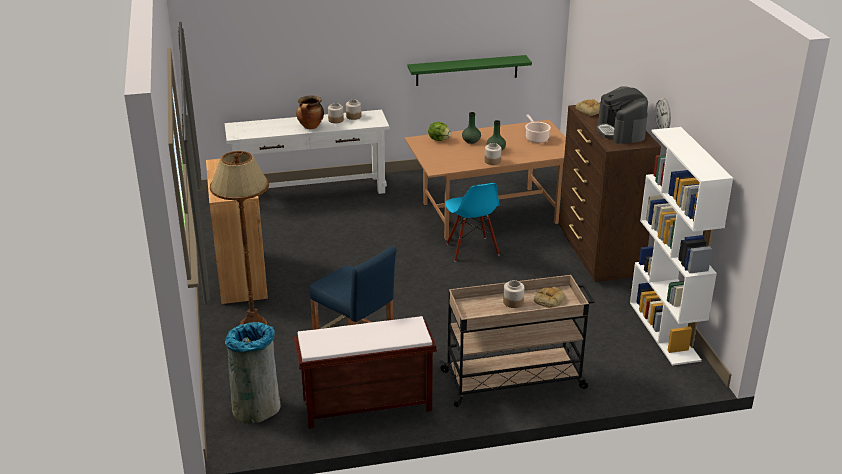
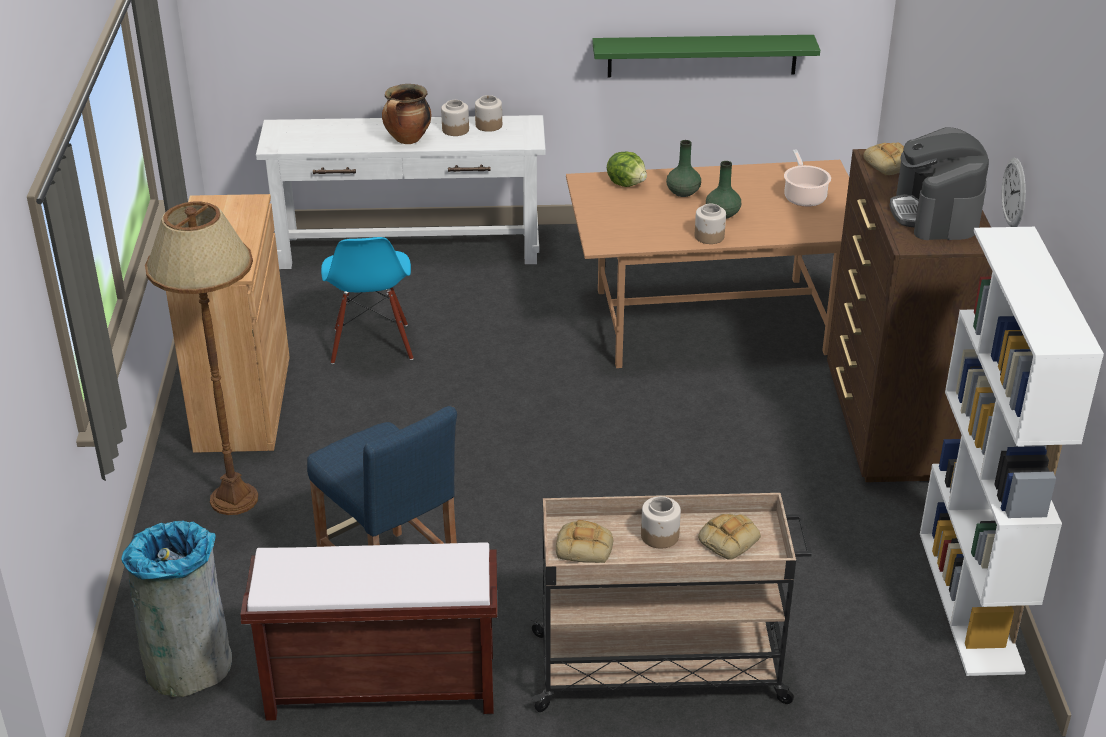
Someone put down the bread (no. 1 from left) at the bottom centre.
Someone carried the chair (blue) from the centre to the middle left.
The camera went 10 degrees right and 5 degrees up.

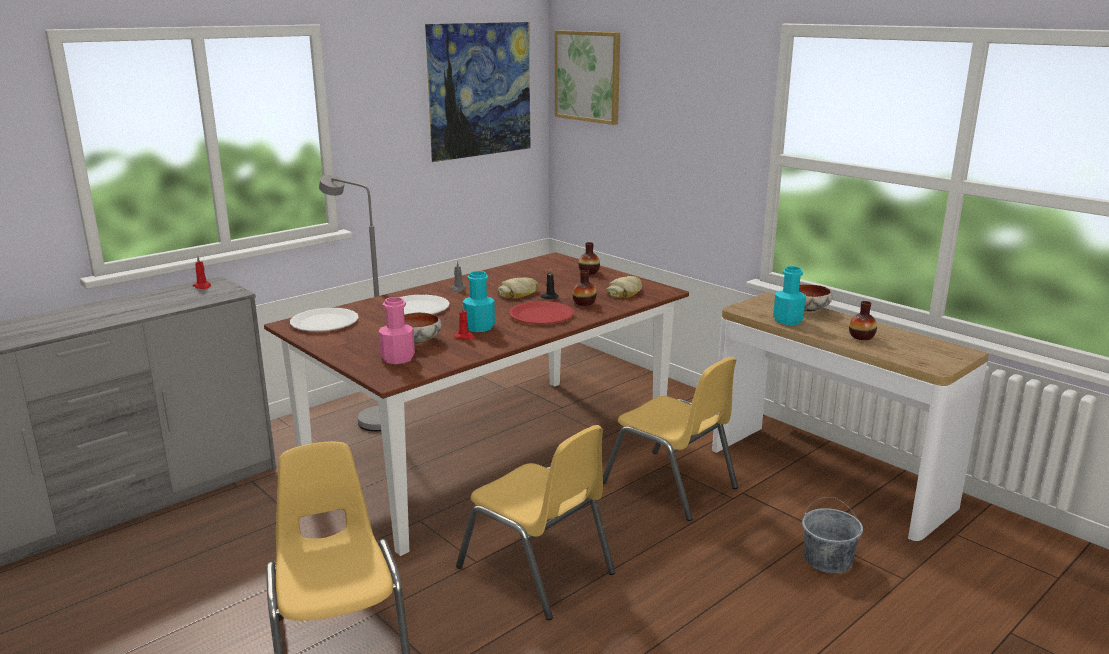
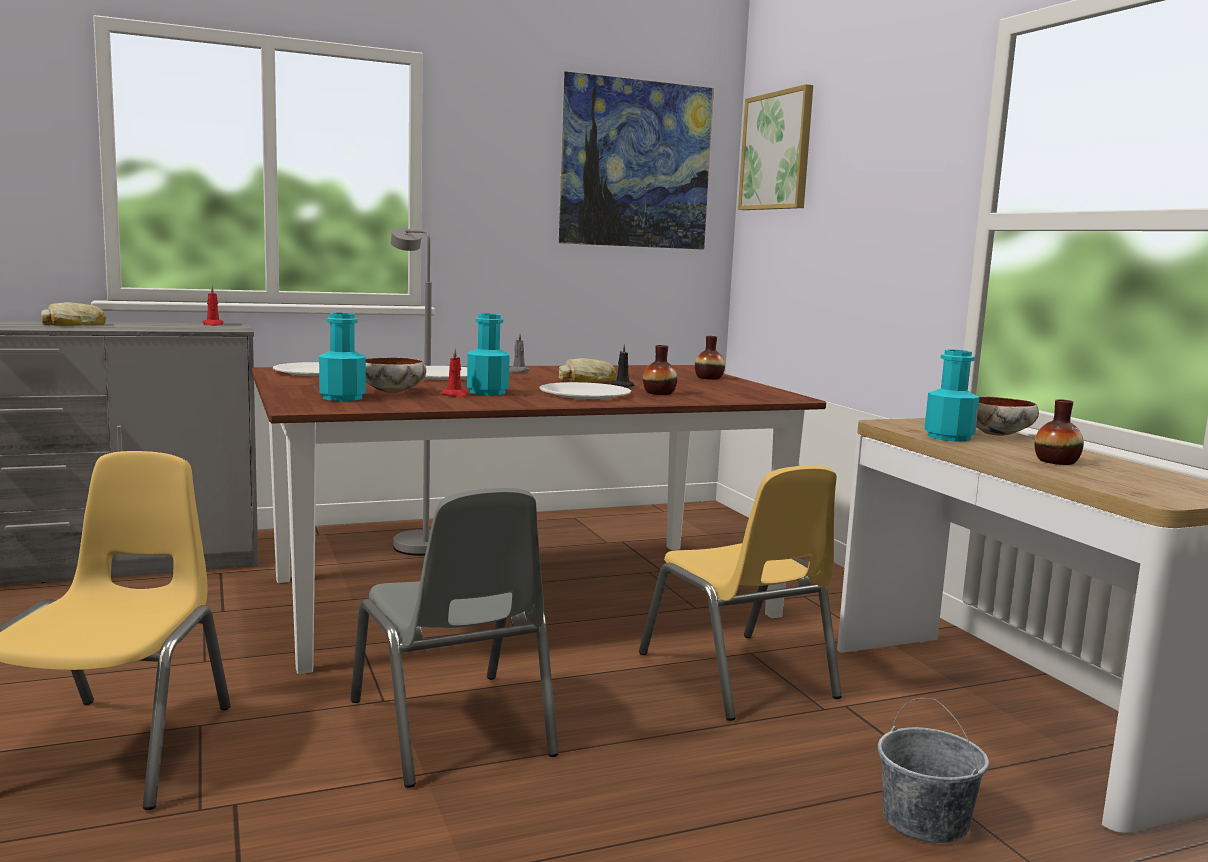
Someone carried the bread (no. 2 from left in the first image) from the centre to the middle left.
Someone repainted the bottle (pink) at the centre, which became the bottle (turquoise) (no. 1 from left) at the middle left.
Someone repainted the chair (yellow) (no. 2 from left) at the bottom centre, which became the chair (grey) at the bottom centre.
Someone repainted the plate (red) at the centre, which became the plate (white) (no. 3 from left) at the centre.
The camera went 20 degrees right and 10 degrees down.

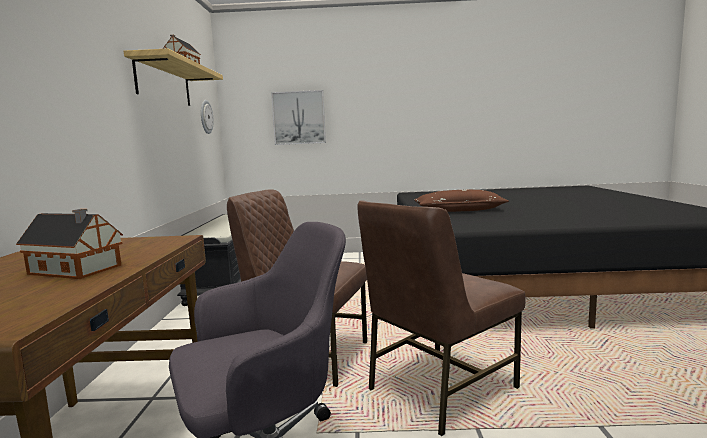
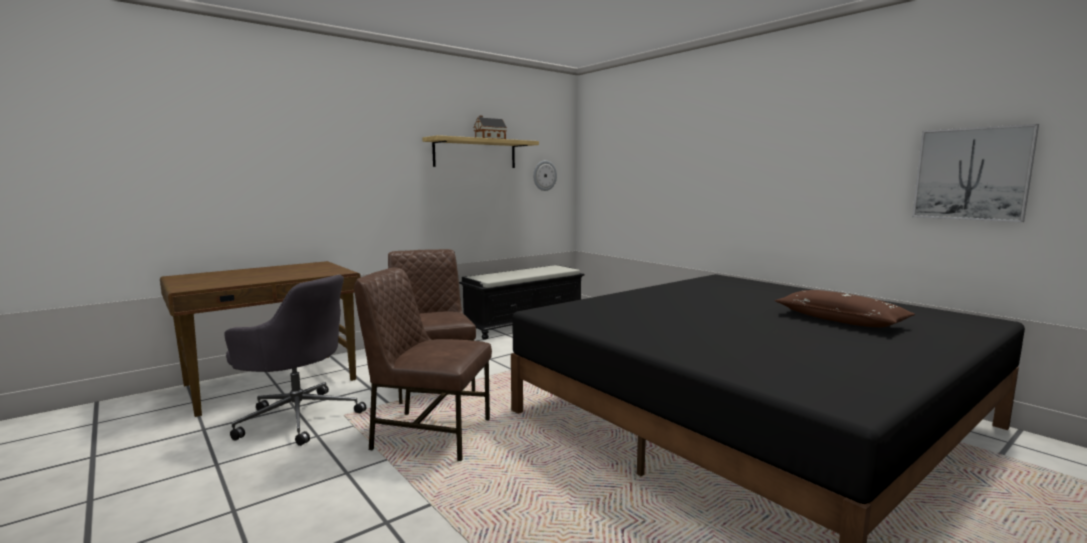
Someone took away the toy house (no. 1 from left) at the middle left.
Someone carried the picture from the top centre to the top right.
Someone carried the pillow (brown) from the centre to the middle right.
The camera went 50 degrees right and 0 degrees up.

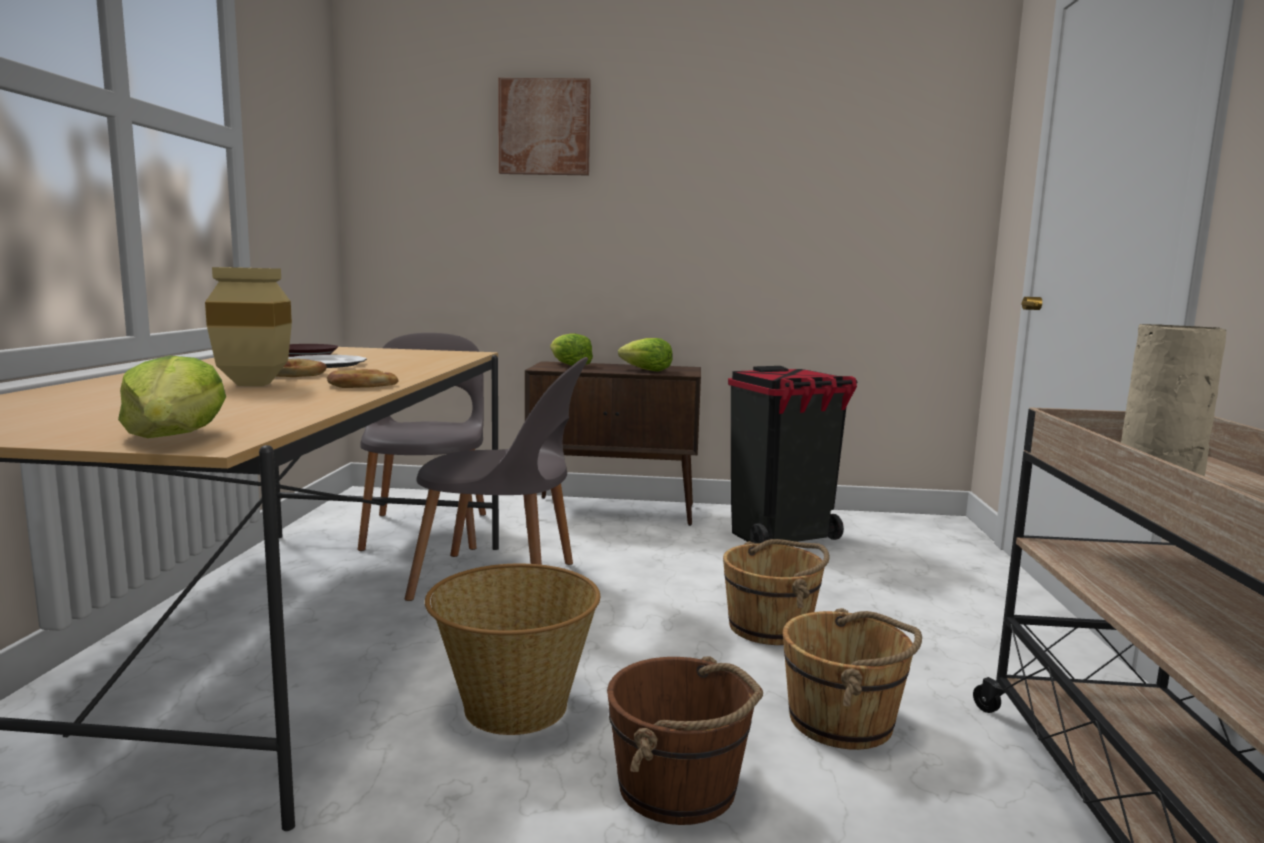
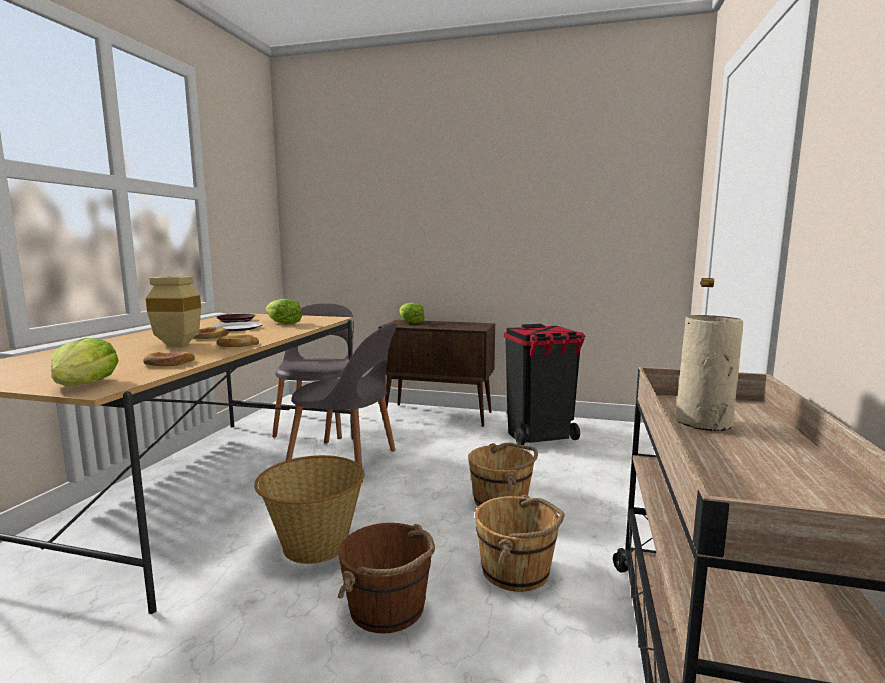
Someone took away the picture at the top centre.
Someone put down the bread (no. 1 from left) at the middle left.
Someone carried the lettuce (no. 3 from left in the first image) from the centre to the middle left.
The camera went 10 degrees right and 0 degrees up.

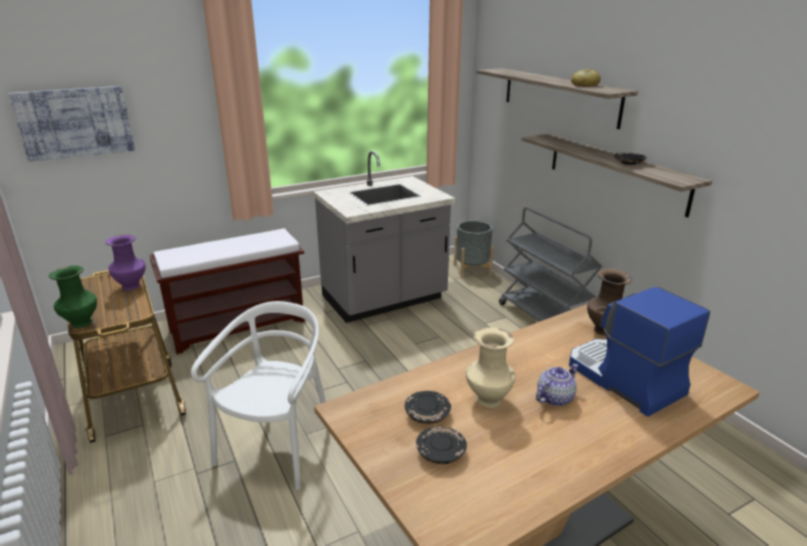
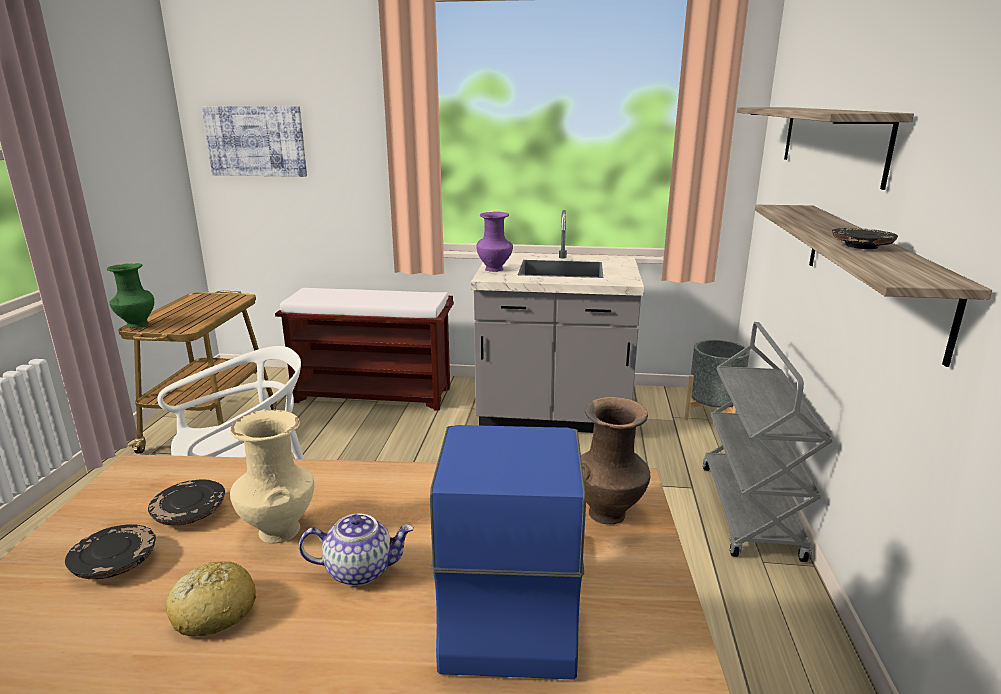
Someone carried the vase (purple) from the middle left to the centre.
Someone carried the bread from the top right to the bottom left.
The camera went 35 degrees right and 5 degrees down.

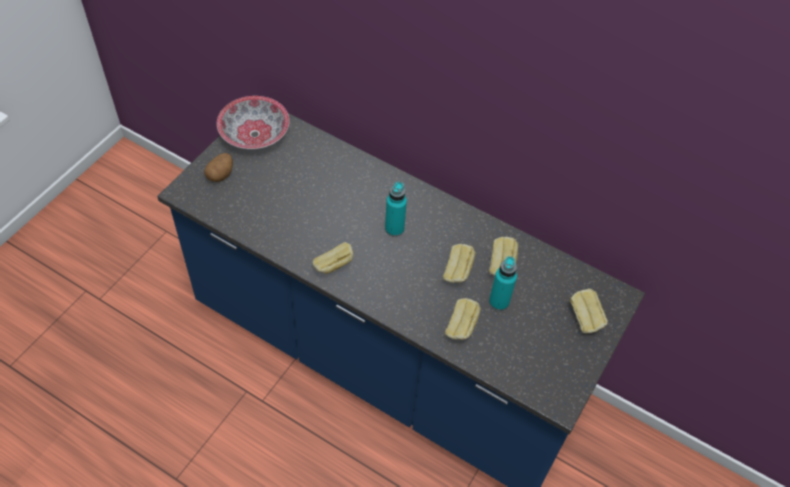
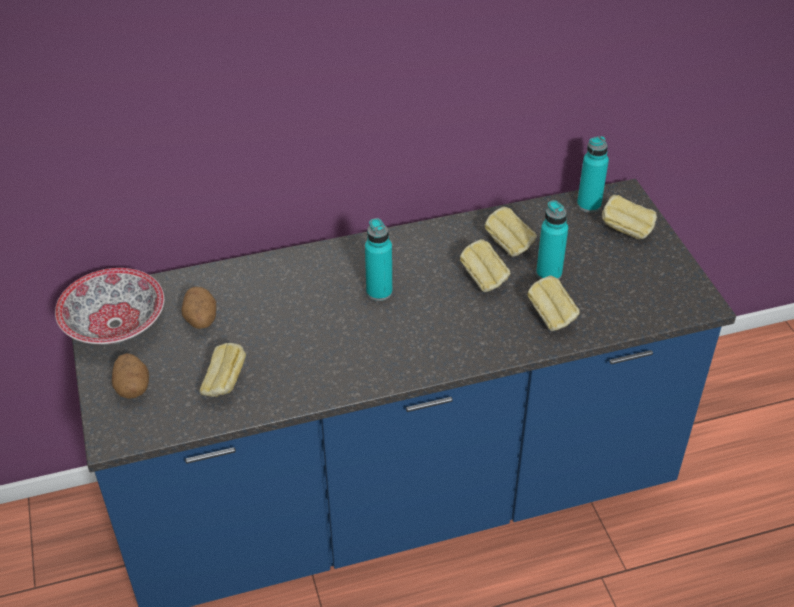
Someone put down the potato (no. 2 from left) at the middle left.
Someone put down the bottle (turquoise) (no. 3 from left) at the top right.
Someone carried the bread (no. 1 from left) from the centre to the middle left.
The camera went 45 degrees left and 10 degrees down.

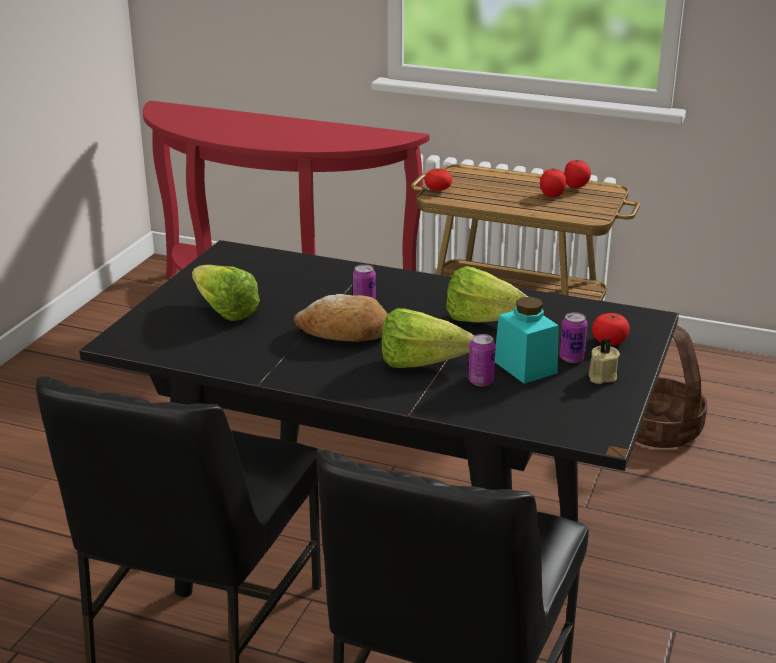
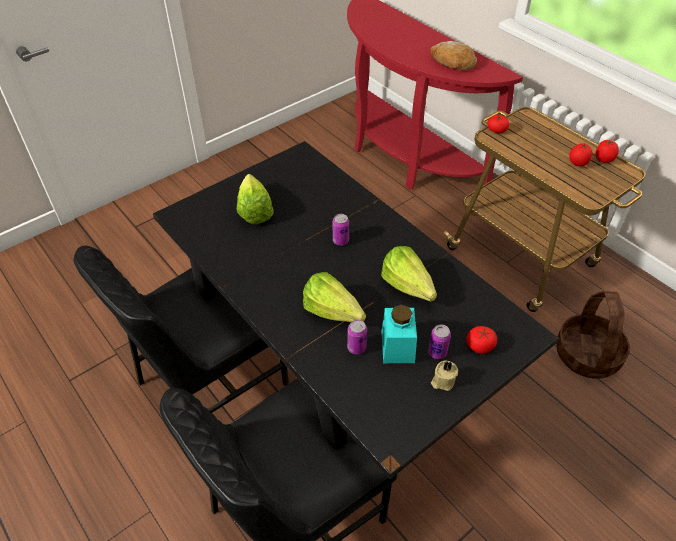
Someone carried the bread from the centre to the top right.
The camera went 30 degrees right and 20 degrees up.

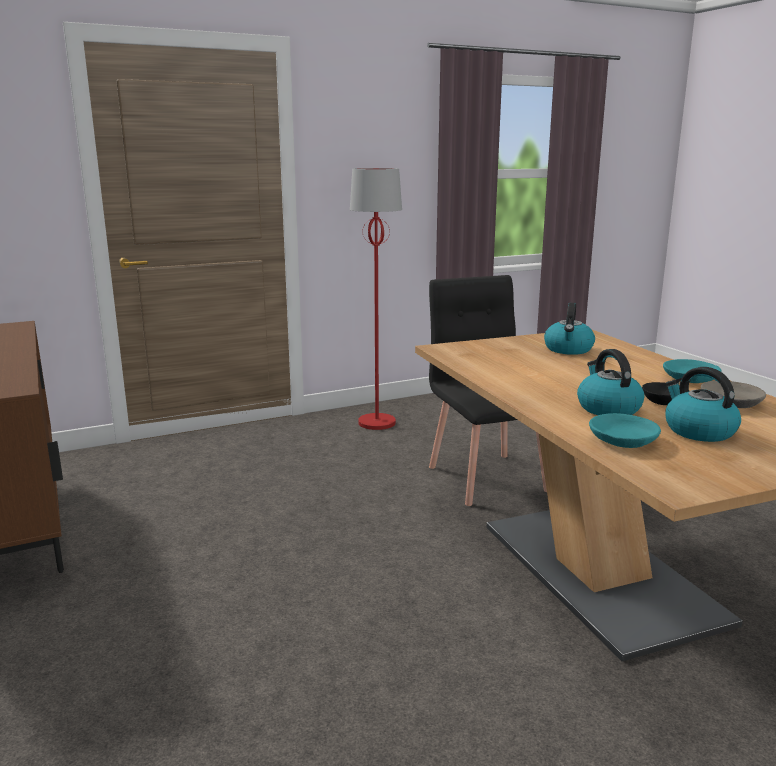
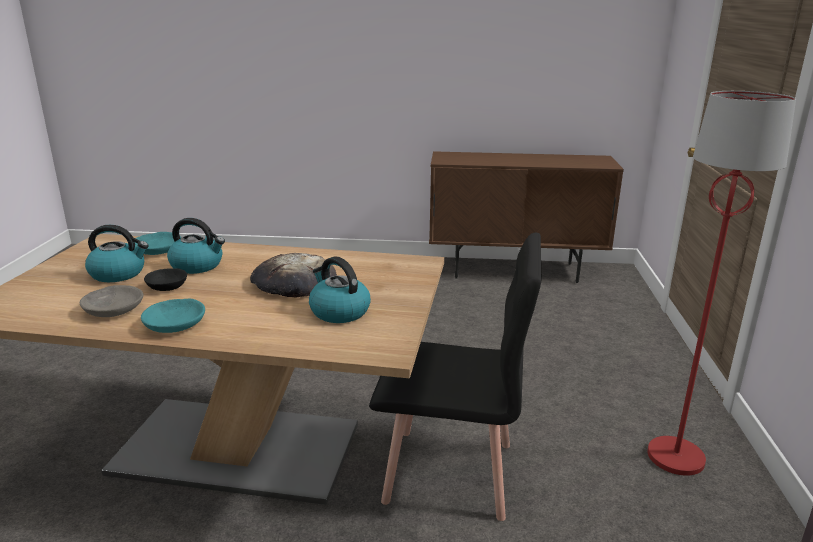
Someone put down the bread at the centre.
The camera went 120 degrees right and 5 degrees up.

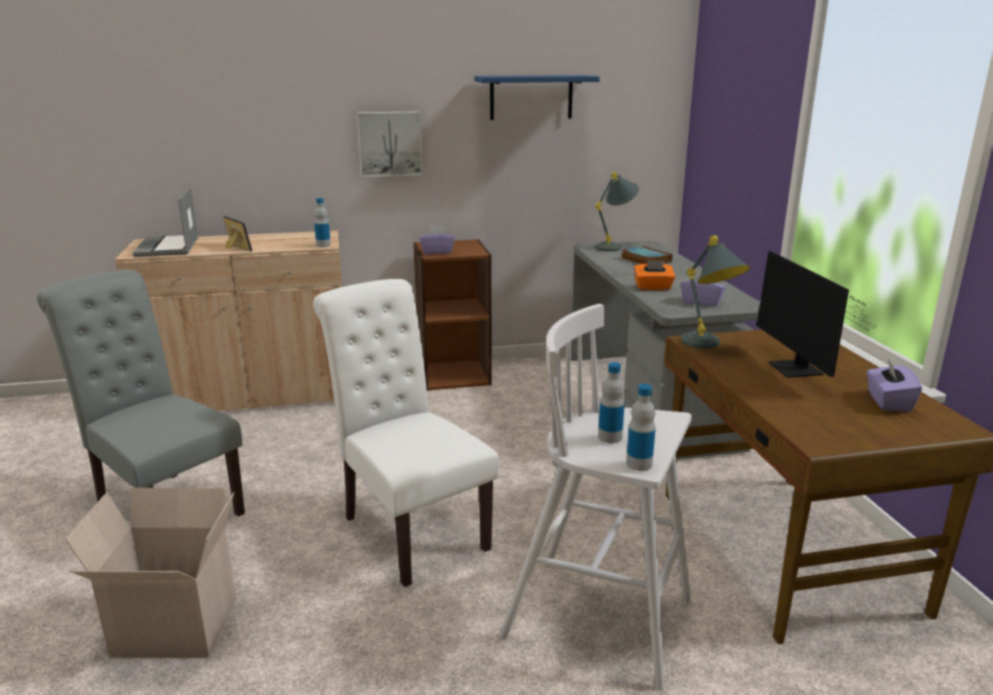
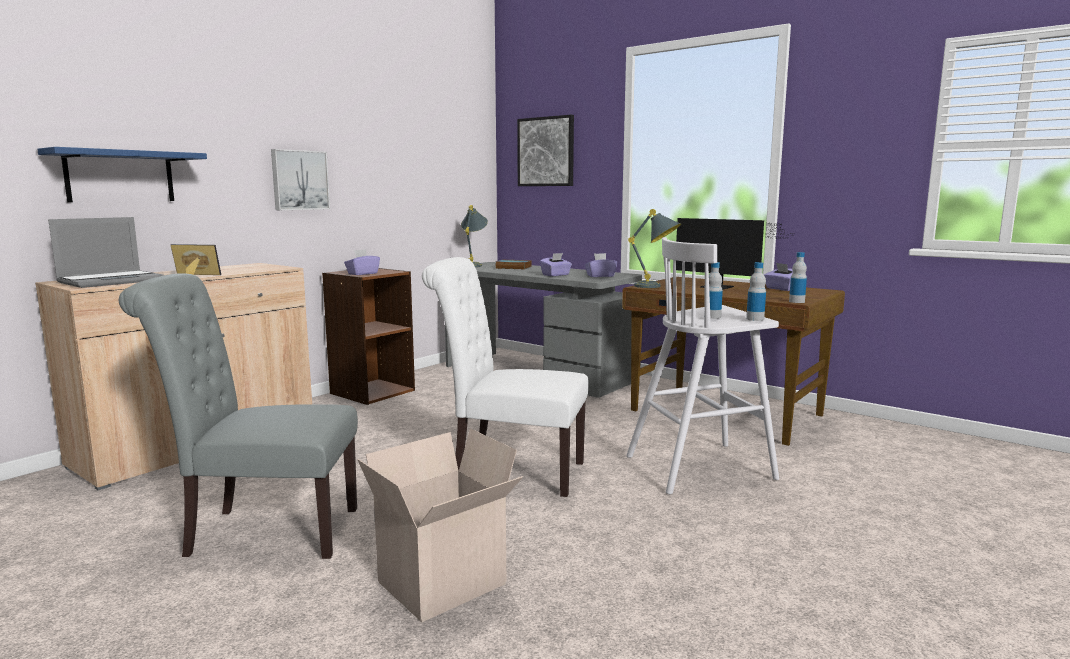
Someone put up the picture (no. 2 from left) at the top centre.
Someone carried the bottle (no. 1 from left in the first image) from the top left to the middle right.
Someone carried the shelf (blue) from the top centre to the top left.
Someone repainted the tissue box (orange) at the centre, which became the tissue box (purple) (no. 2 from left) at the centre.
Someone rotated the laptop at the top left by 90 degrees counterclockwise.
The camera went 40 degrees left and 10 degrees down.

